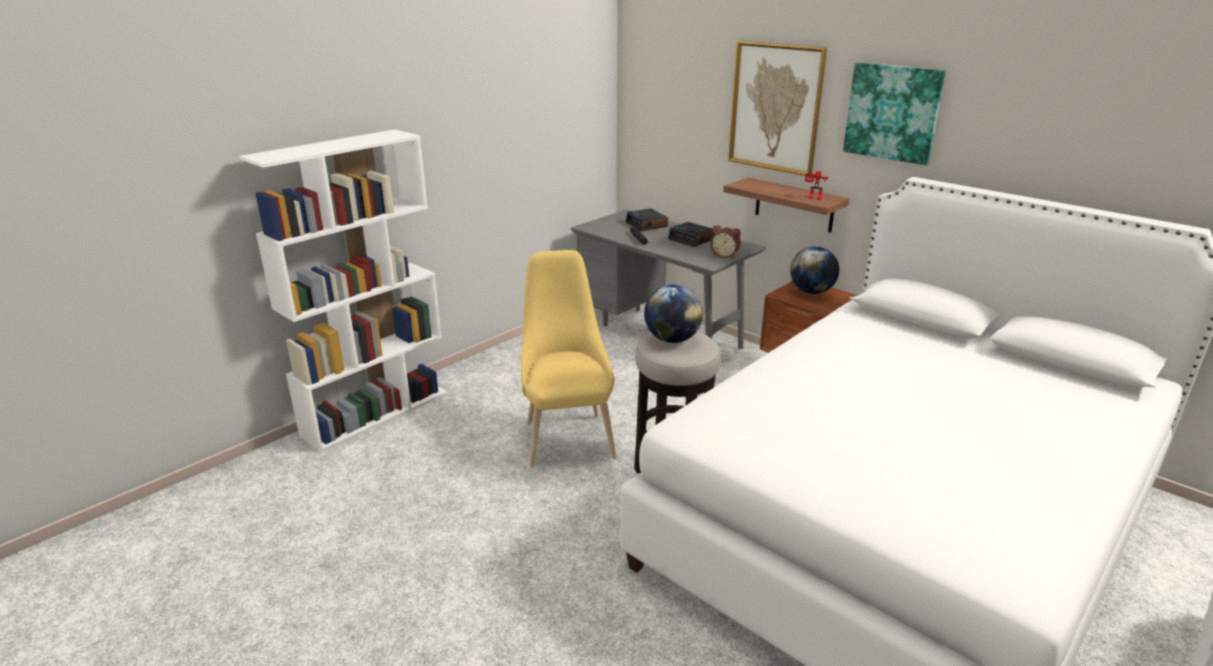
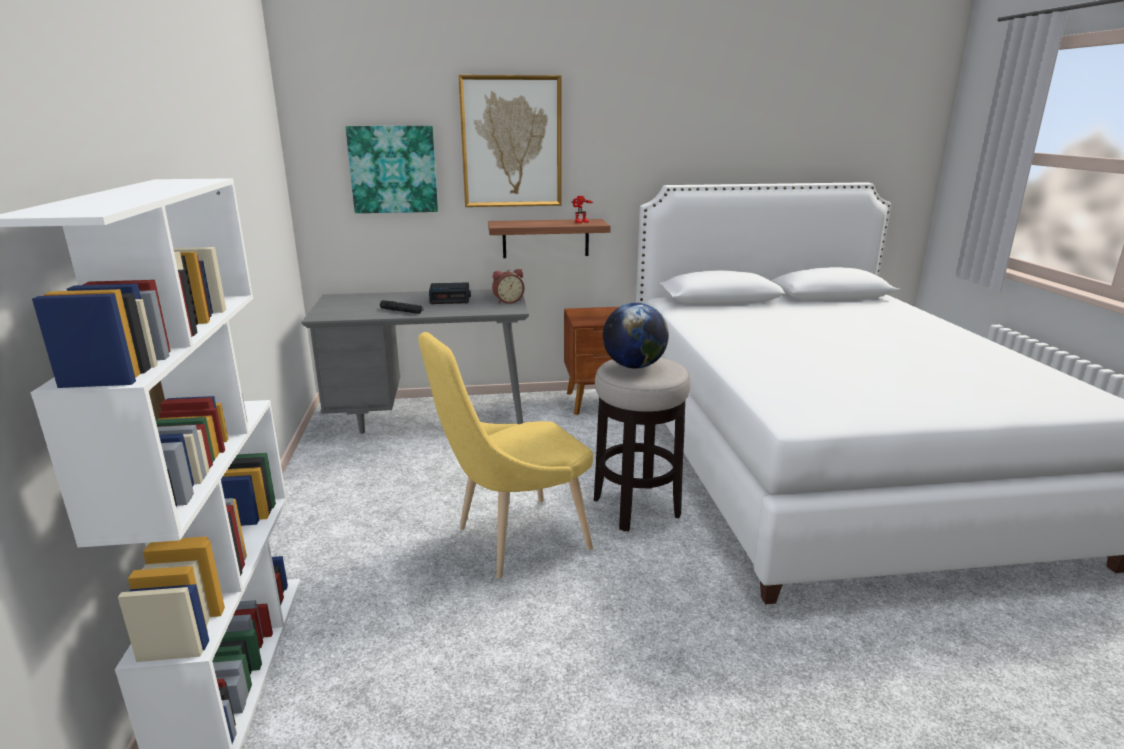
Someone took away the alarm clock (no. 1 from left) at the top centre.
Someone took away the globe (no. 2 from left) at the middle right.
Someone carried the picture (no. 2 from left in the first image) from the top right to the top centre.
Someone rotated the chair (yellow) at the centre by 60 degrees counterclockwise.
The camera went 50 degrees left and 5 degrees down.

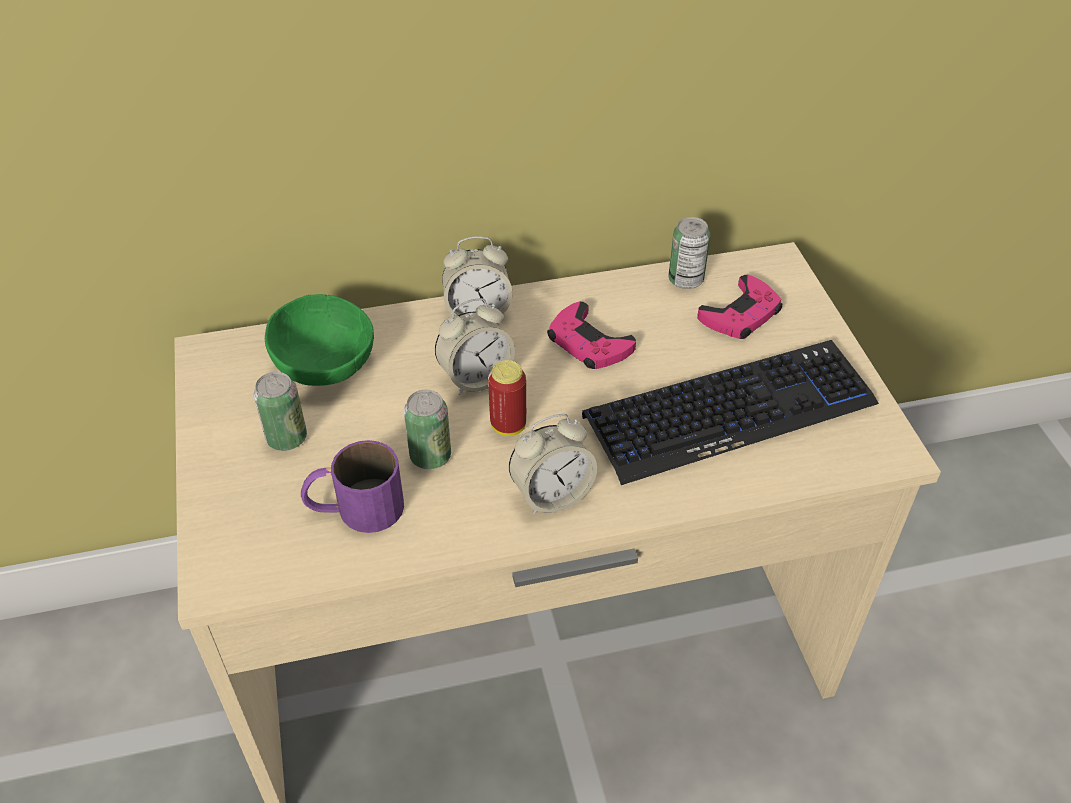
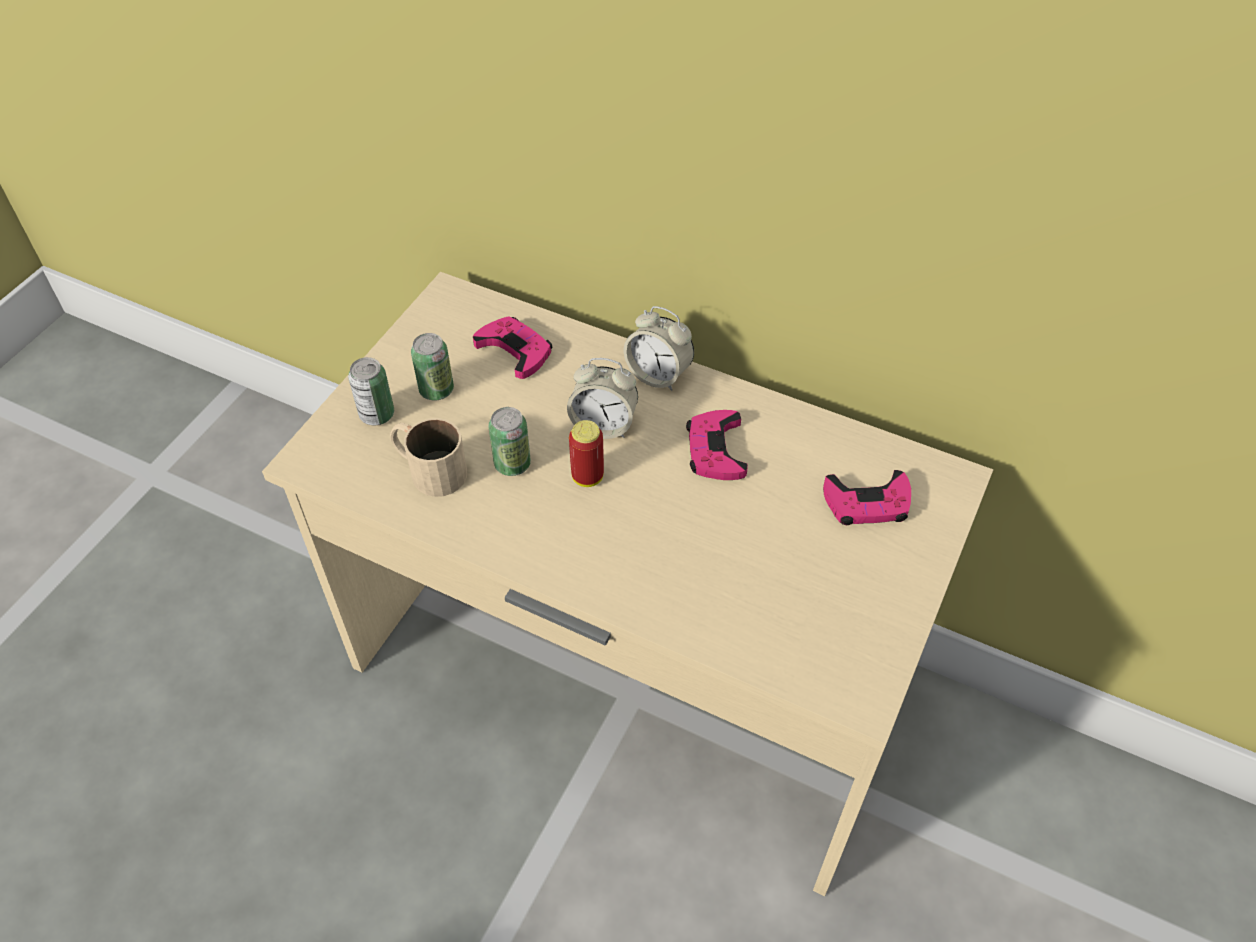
Someone took away the alarm clock (no. 3 from left) at the centre.
Someone took away the keyboard at the middle right.
Someone carried the can (no. 4 from left in the first image) from the top centre to the middle left.
Someone swapped the bowl (green) at the middle left for the game controller (pink) (no. 1 from left) at the centre.
Someone repainted the mug (purple) at the middle left, which became the mug (beige) at the centre.
The camera went 40 degrees right and 5 degrees up.

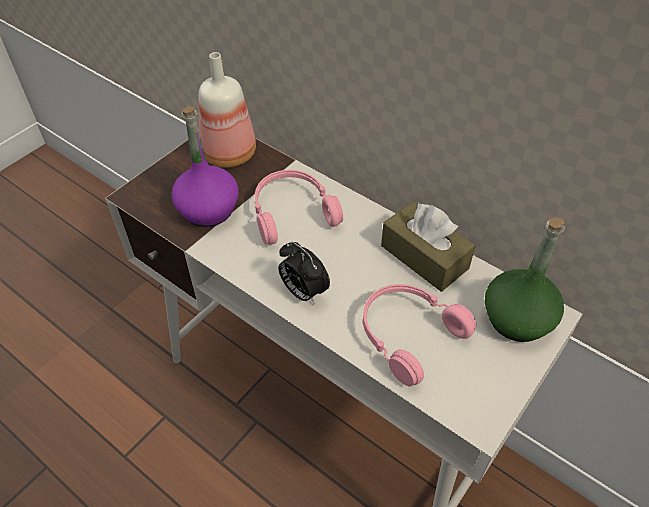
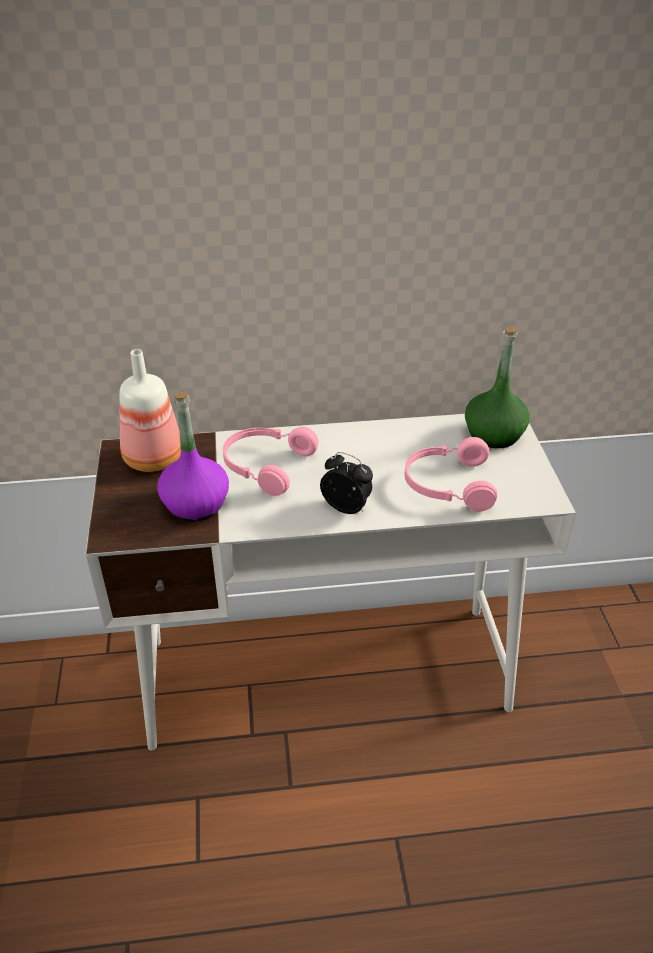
Someone took away the tissue box (brown) at the centre.
Someone rotated the alarm clock at the centre by 150 degrees counterclockwise.
The camera went 45 degrees left and 10 degrees down.

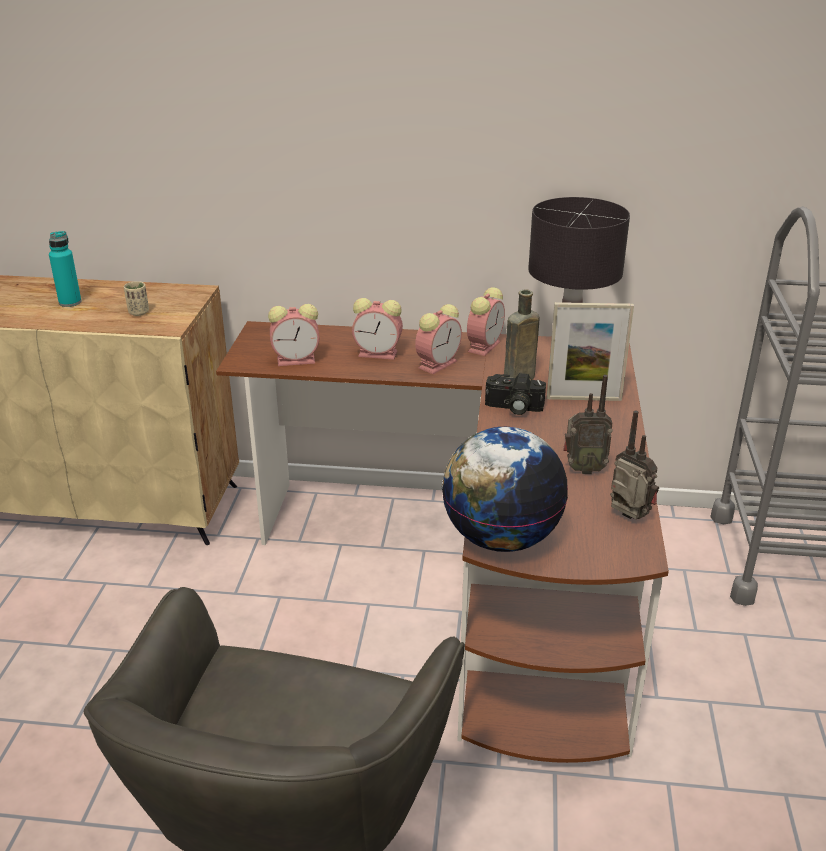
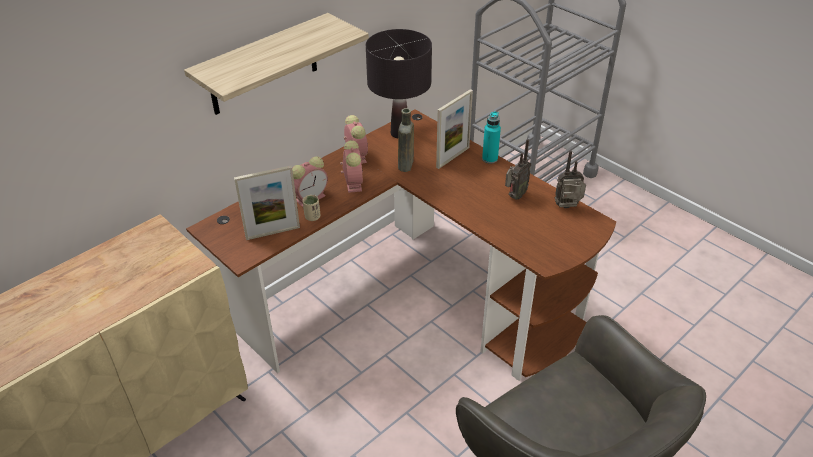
Someone took away the globe at the centre.
Someone took away the photo camera at the centre.
Someone put up the shelf at the top centre.
Someone carried the bottle (turquoise) from the top left to the top centre.
Someone carried the cup (beige) from the middle left to the centre.
Someone swapped the alarm clock (no. 1 from left) at the centre for the picture frame (no. 1 from left) at the middle left.
The camera went 50 degrees left and 10 degrees up.

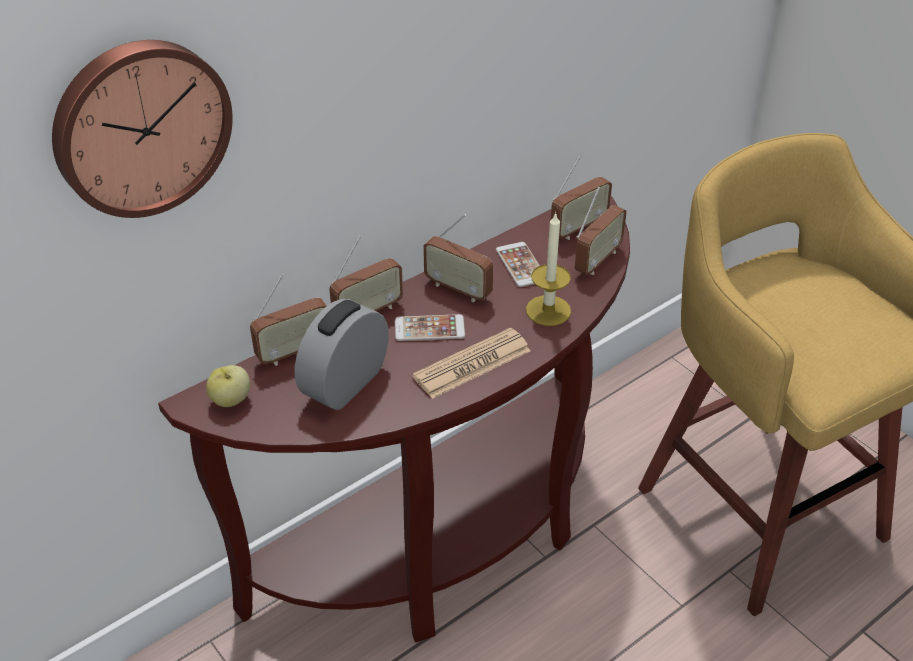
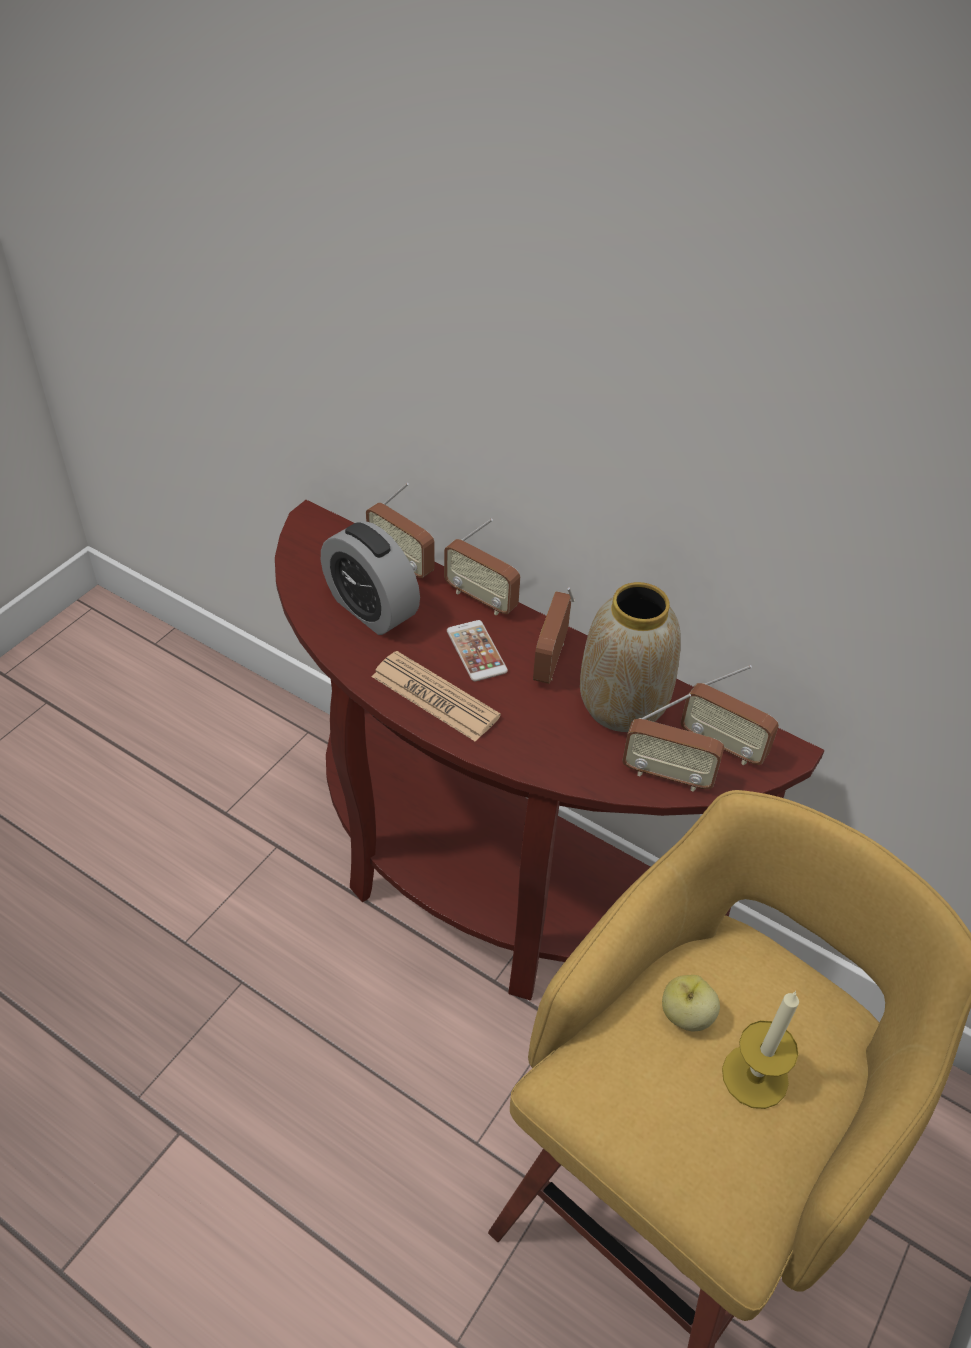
Someone took away the wall clock at the top left.
Someone carried the apple from the middle left to the bottom right.
Someone carried the candle from the centre to the bottom right.
Someone swapped the phone (no. 2 from left) at the centre for the vase at the centre.
Someone rotated the alarm clock at the centre by 150 degrees counterclockwise.
The camera went 70 degrees right and 5 degrees up.

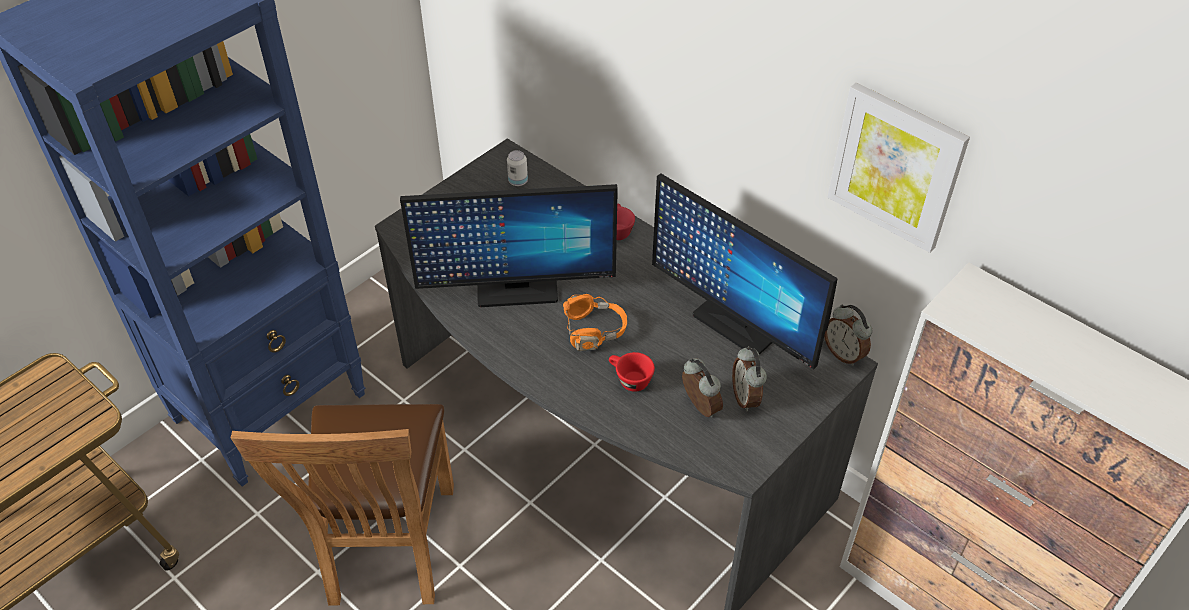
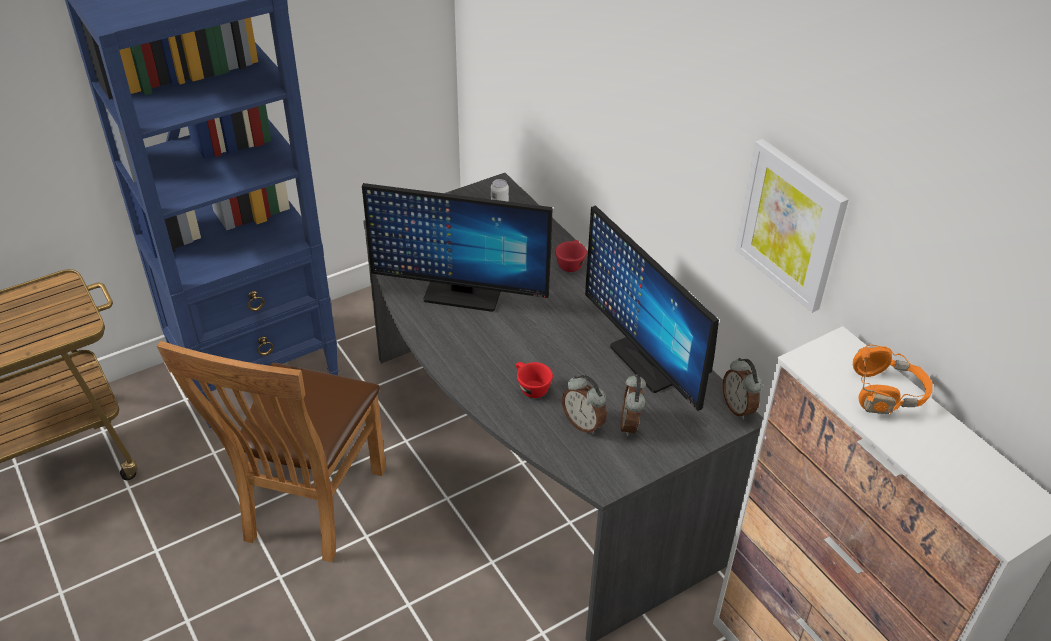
Someone carried the headphones (orange) from the centre to the middle right.
Someone rotated the alarm clock (no. 1 from left) at the centre by 150 degrees clockwise.
The camera went 15 degrees right and 5 degrees down.

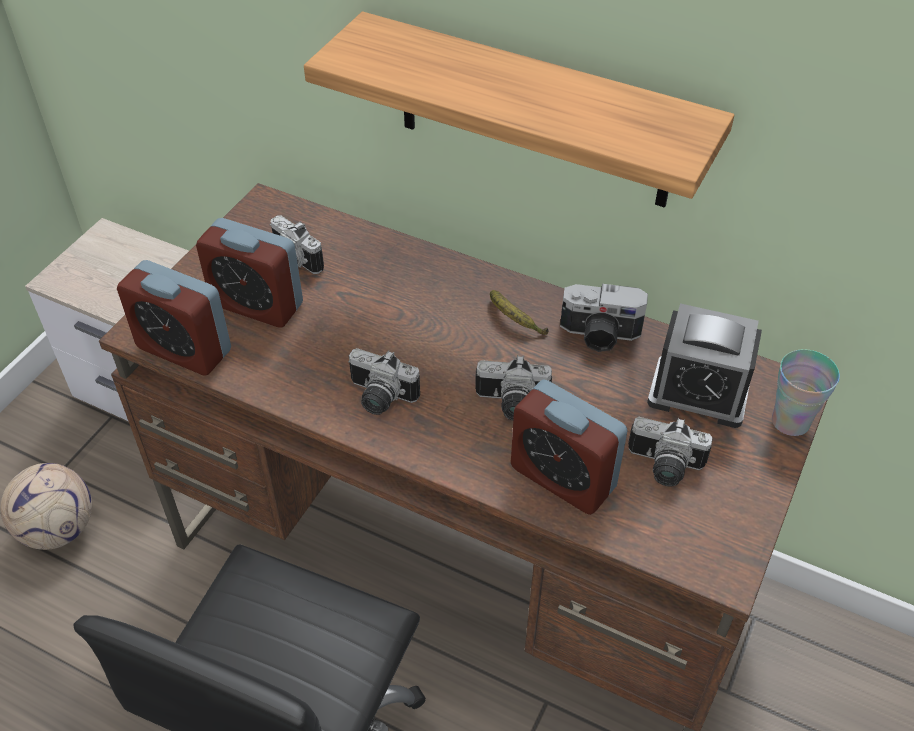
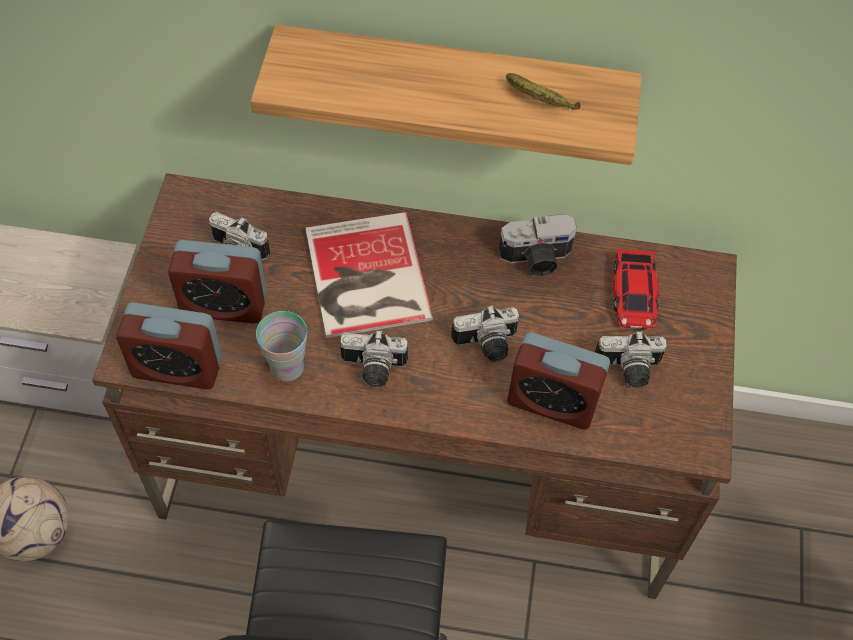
Someone put down the book at the centre.
Someone carried the banana from the centre to the top centre.
Someone carried the cup from the middle right to the middle left.
Someone swapped the alarm clock (no. 4 from left) at the middle right for the toy car at the middle right.
The camera went 20 degrees left and 10 degrees up.

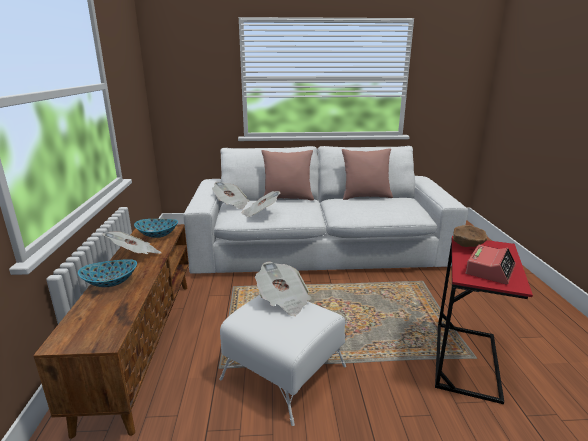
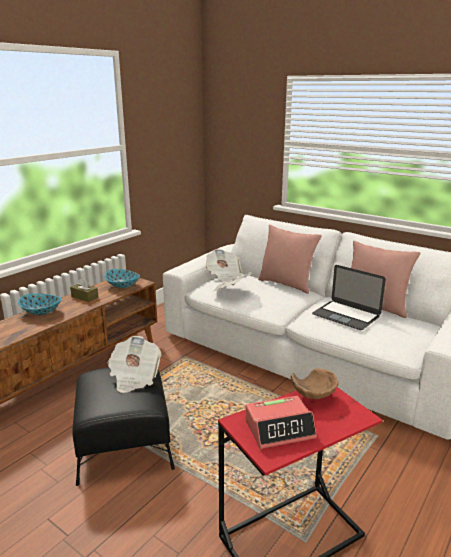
Someone put down the laptop at the middle right.
Someone swapped the newspaper (no. 1 from left) at the middle left for the tissue box (brown) at the middle left.
Someone repainted the ottoman (white) at the bottom centre, which became the ottoman (black) at the bottom left.
The camera went 40 degrees right and 0 degrees up.

